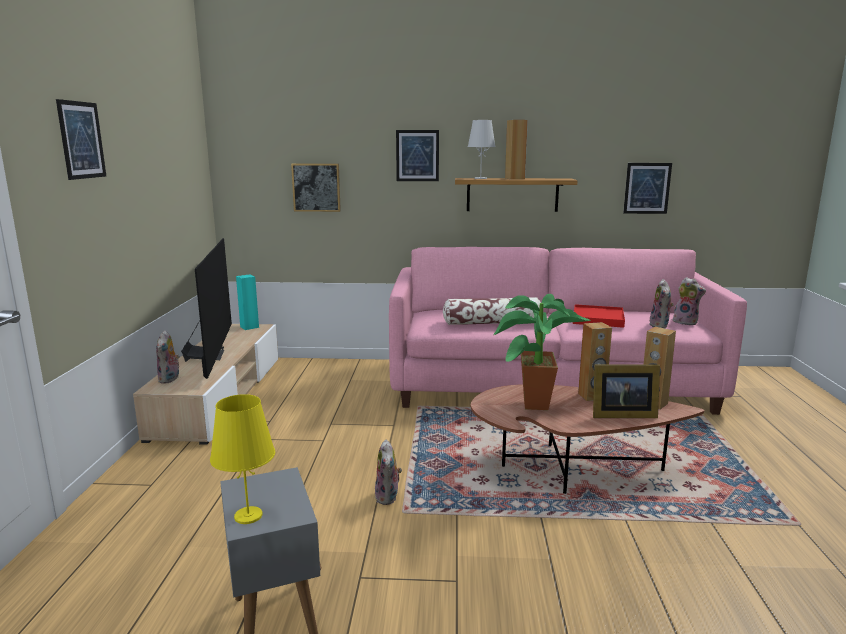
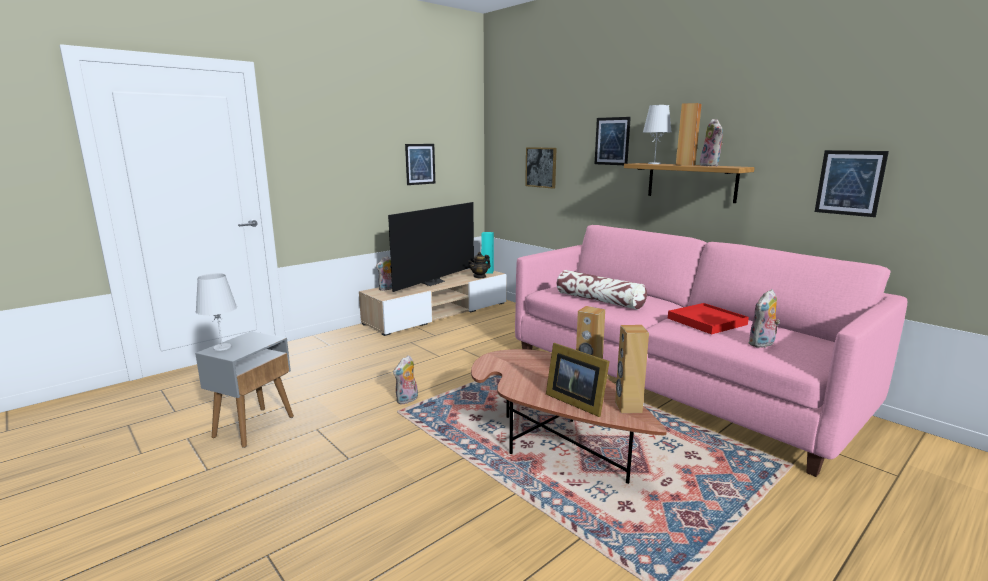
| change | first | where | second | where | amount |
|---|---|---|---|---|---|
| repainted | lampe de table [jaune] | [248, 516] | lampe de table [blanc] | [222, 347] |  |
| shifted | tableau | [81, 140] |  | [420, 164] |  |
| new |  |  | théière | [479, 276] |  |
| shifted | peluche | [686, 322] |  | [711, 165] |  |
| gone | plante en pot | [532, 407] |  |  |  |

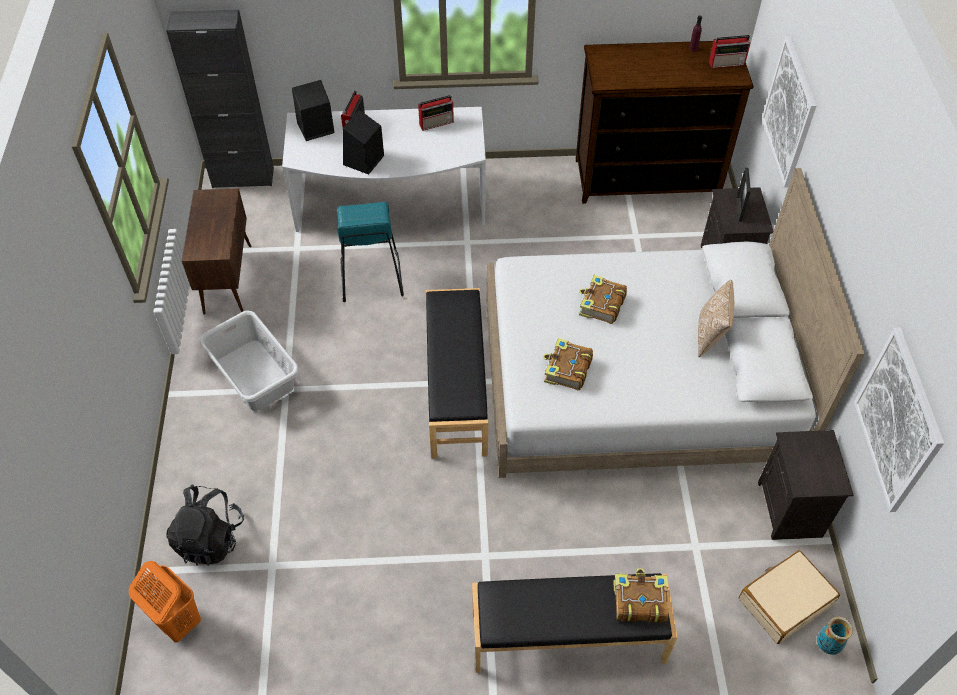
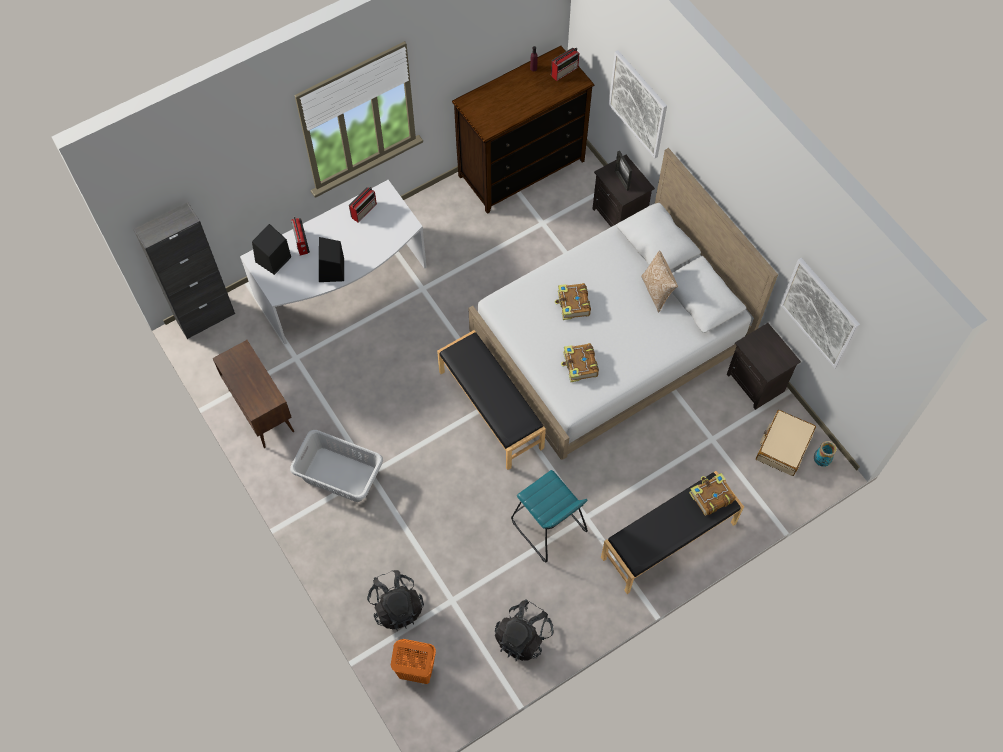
| change | first | where | second | where | amount |
|---|---|---|---|---|---|
| new |  |  | sac à dos [noir] | [523, 636] |  |
| shifted | tabouret [turquoise] | [370, 277] |  | [548, 526] |  |

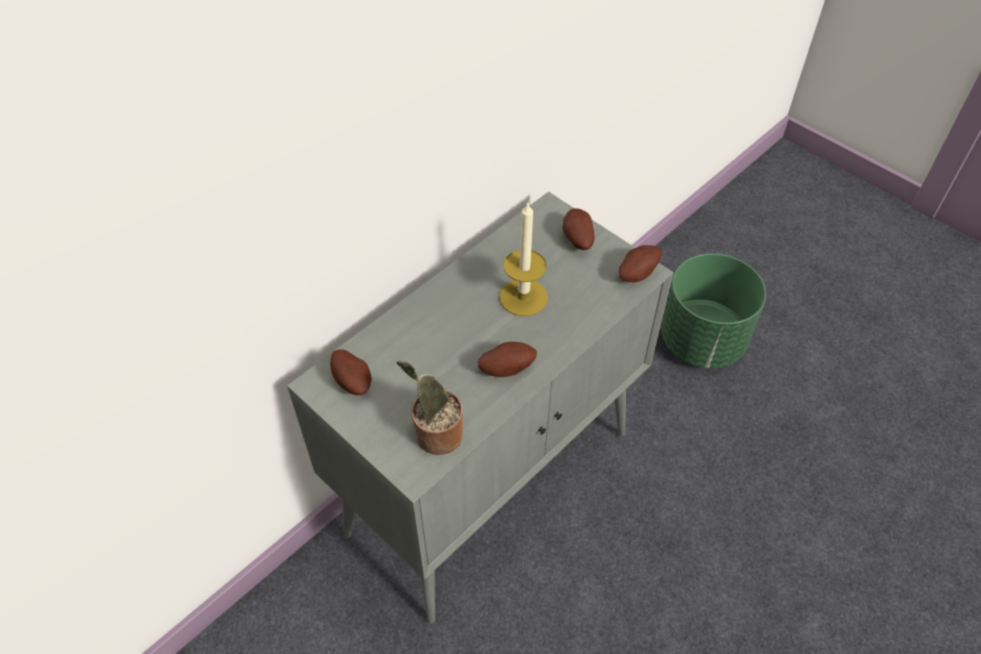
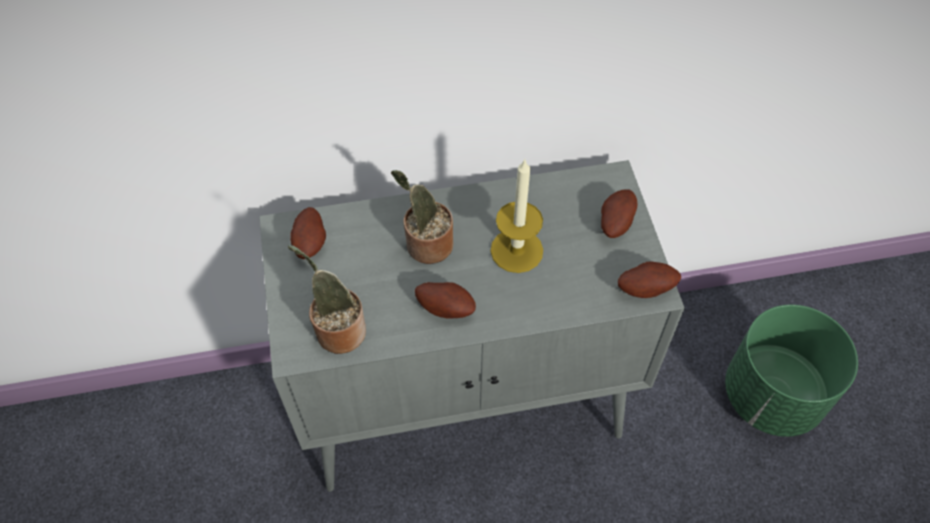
| change | first | where | second | where | amount |
|---|---|---|---|---|---|
| new |  |  | plante en pot | [426, 245] |  |

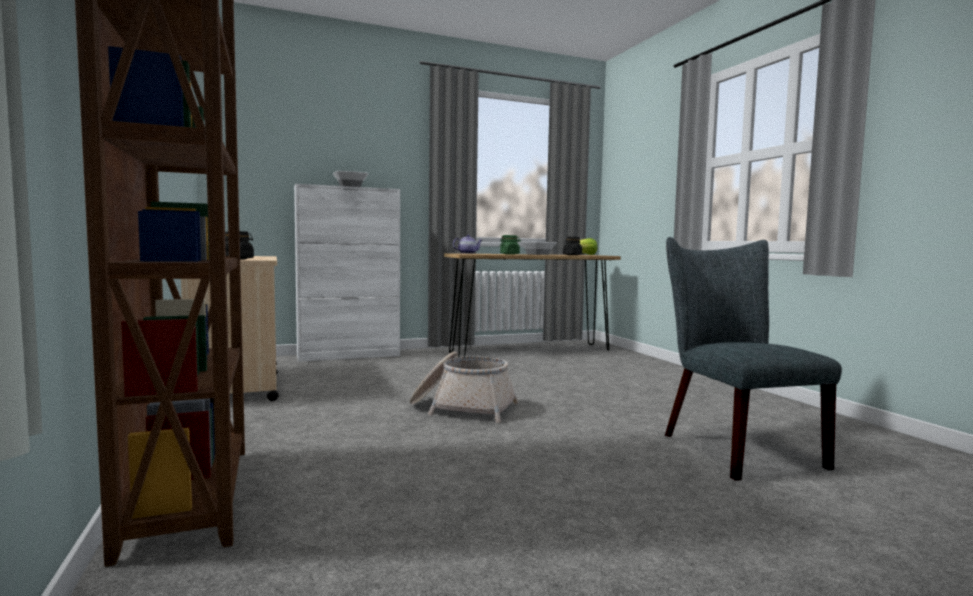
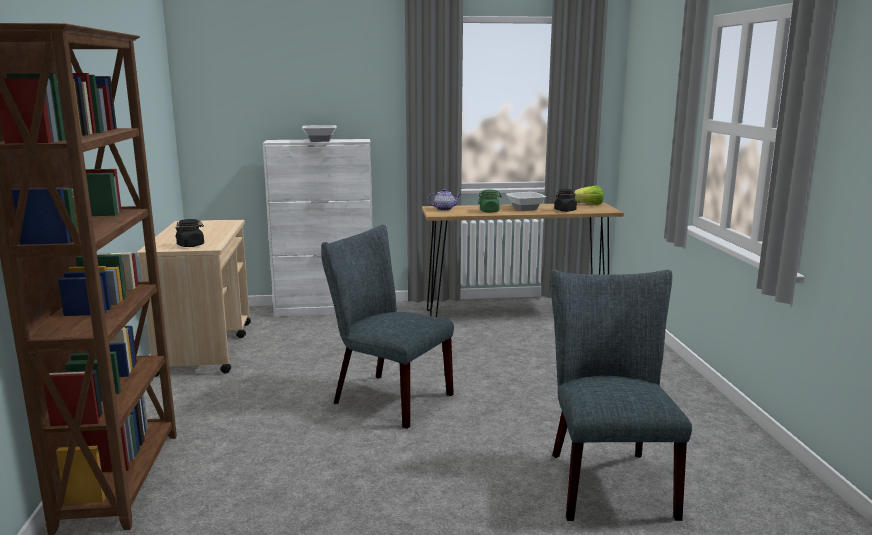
| change | first | where | second | where | amount |
|---|---|---|---|---|---|
| swapped | panier | [462, 408] | chaise [gris] | [386, 397] |  |

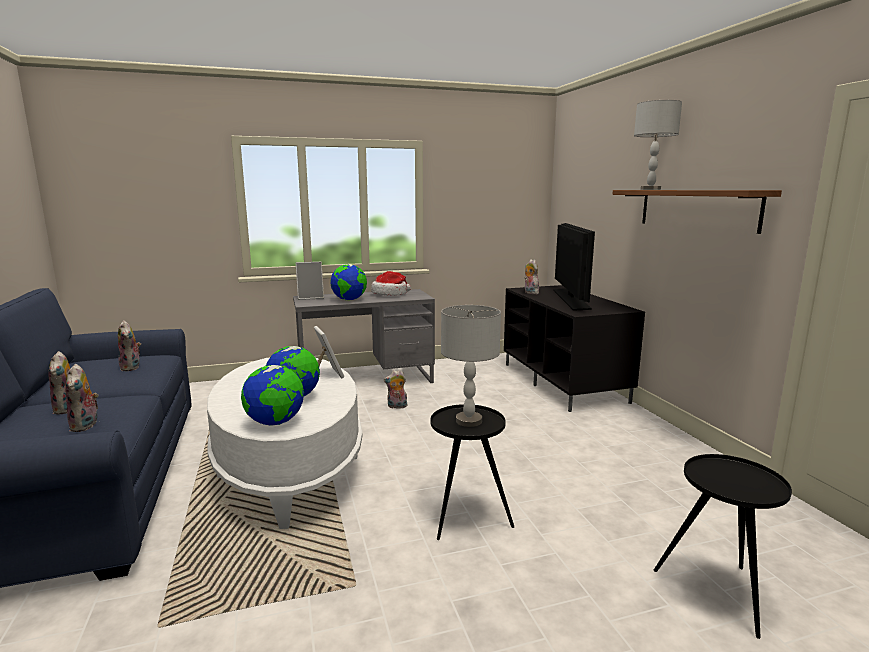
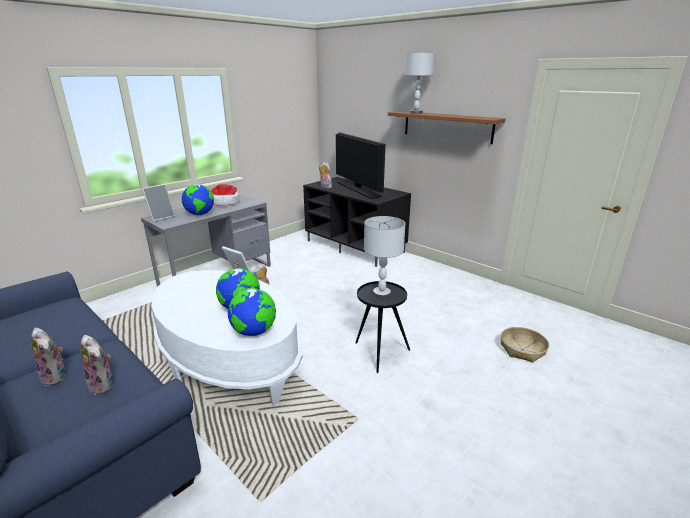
| change | first | where | second | where | amount |
|---|---|---|---|---|---|
| swapped | table d'appoint [noir] | [716, 593] | panier | [522, 349] |  |
| gone | peluche | [132, 367] |  |  |  |

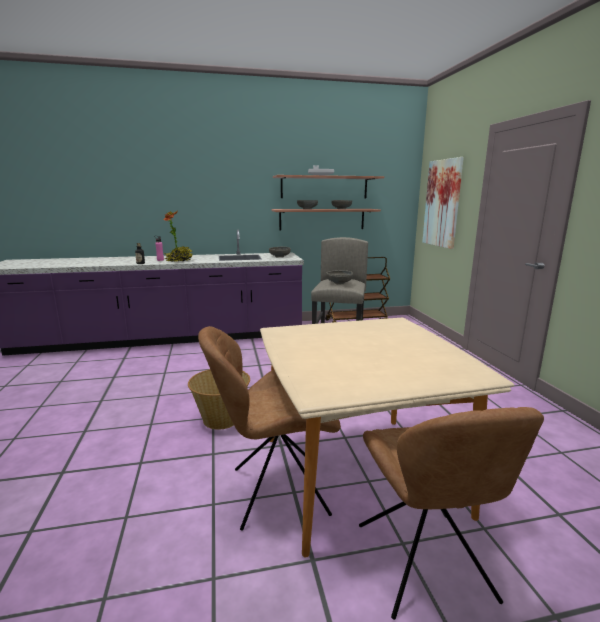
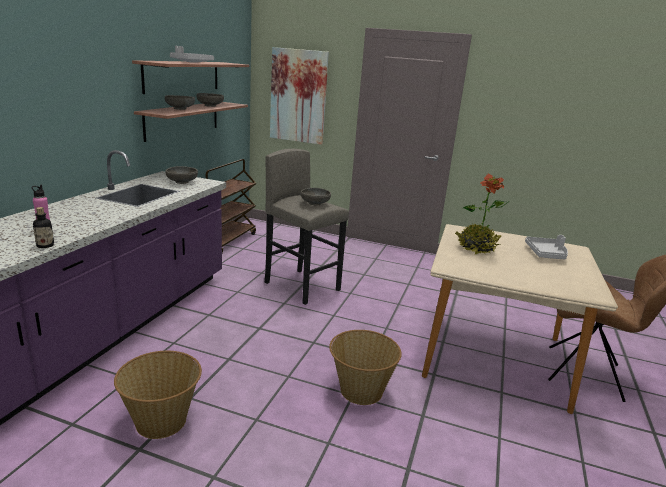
| change | first | where | second | where | amount |
|---|---|---|---|---|---|
| new |  |  | panier | [162, 420] |  |
| shifted | plante en pot | [179, 261] |  | [476, 248] |  |
| new |  |  | plateau [gris] | [546, 254] |  |
| gone | chaise [marron] | [275, 491] |  |  |  |

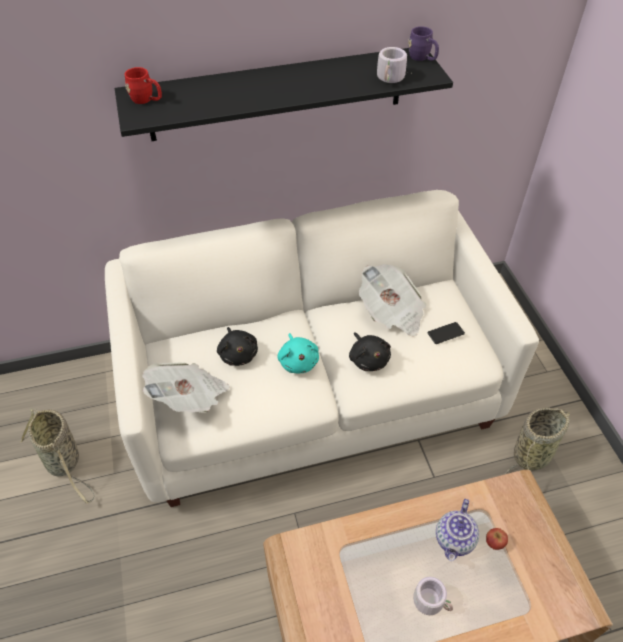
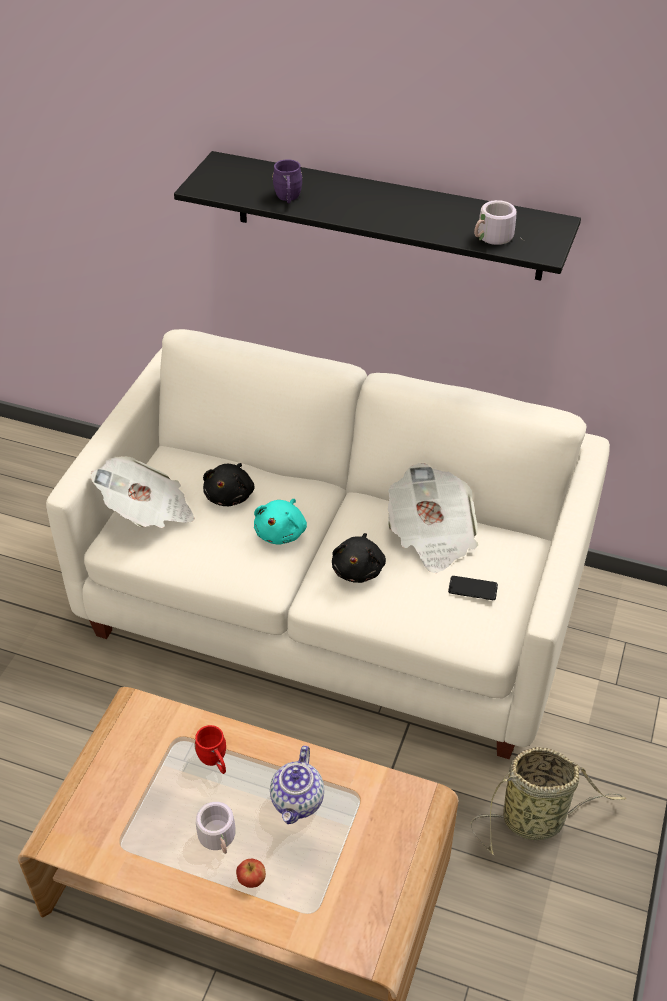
| change | first | where | second | where | amount |
|---|---|---|---|---|---|
| shifted | mug [rouge] | [146, 100] |  | [215, 761] |  |
| shifted | pomme | [494, 543] |  | [251, 880] |  |
| rotated | théière | [455, 540] |  | [298, 801] | 45 degrees counterclockwise |
| shifted | mug [violet] | [422, 58] |  | [288, 198] |  |
| gone | panier | [65, 462] |  |  |  |

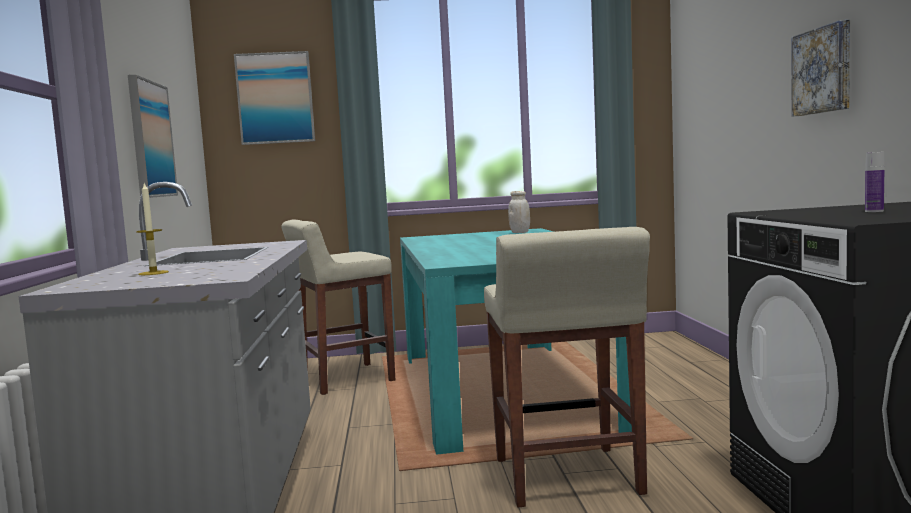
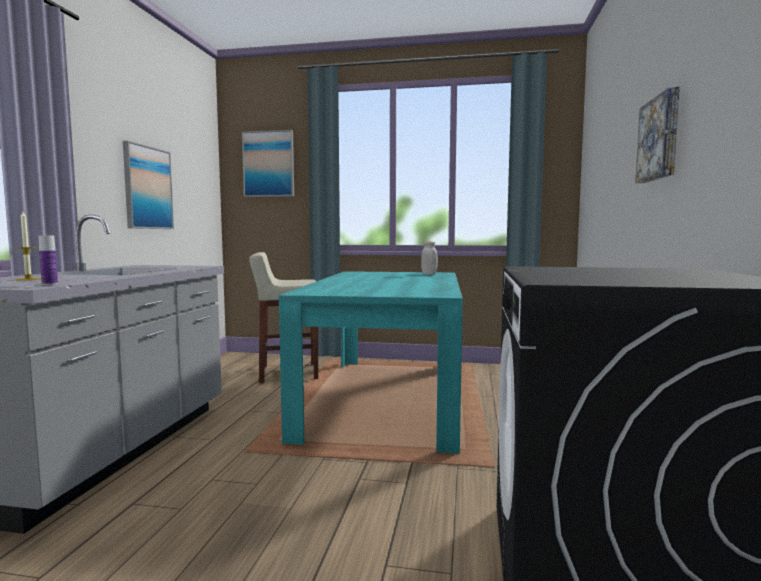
| change | first | where | second | where | amount |
|---|---|---|---|---|---|
| shifted | bouteille | [874, 211] |  | [50, 284] |  |
| gone | tabouret [beige] | [567, 477] |  |  |  |

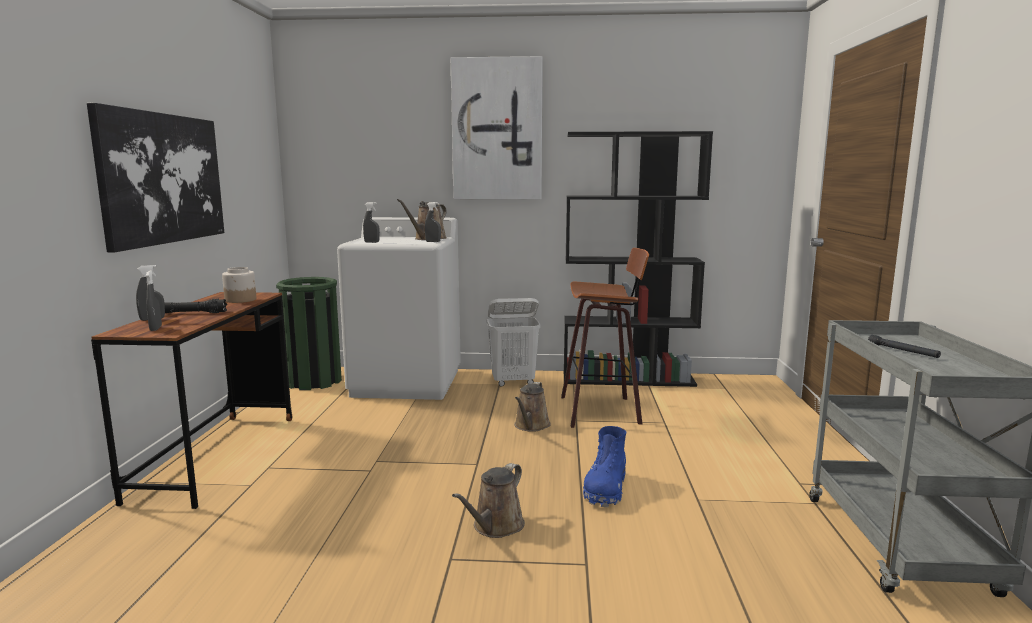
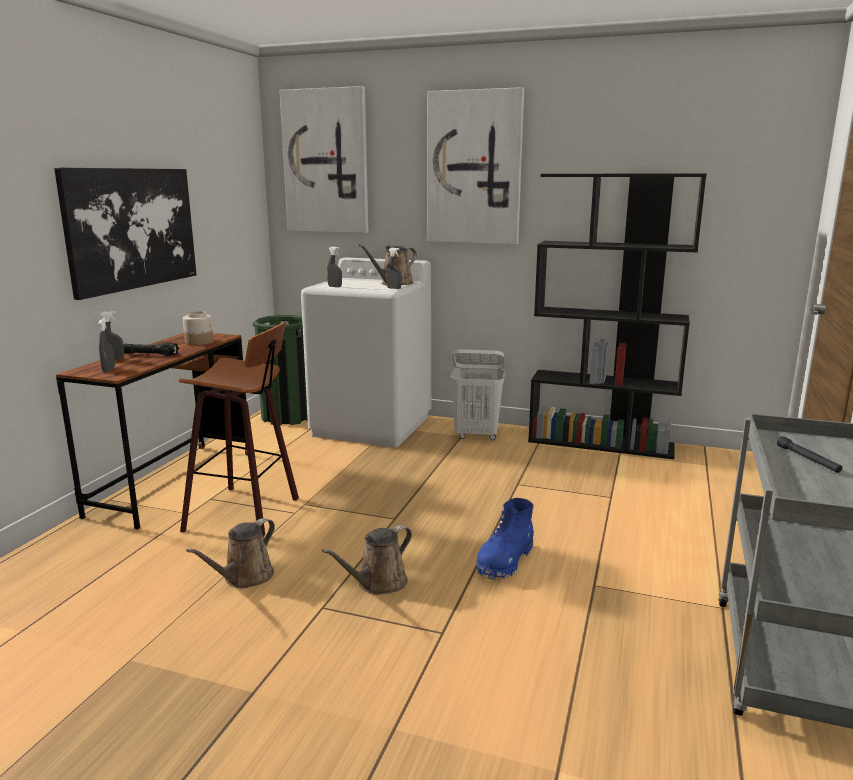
| change | first | where | second | where | amount |
|---|---|---|---|---|---|
| shifted | tabouret | [602, 410] |  | [247, 512] |  |
| shifted | arrosoir [marron] | [531, 426] |  | [245, 578] |  |
| new |  |  | tableau | [326, 162] |  |

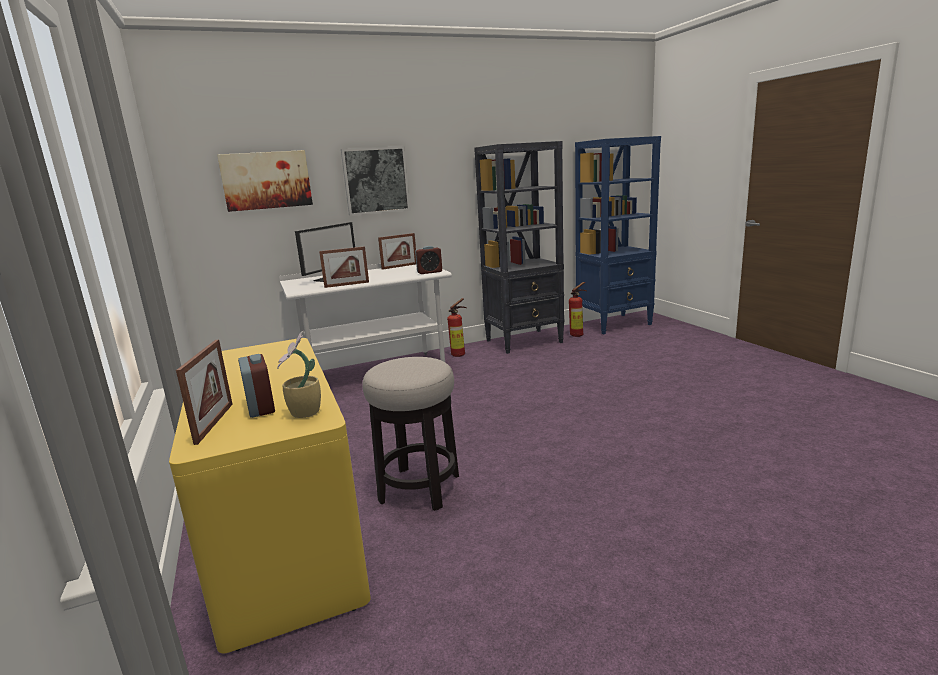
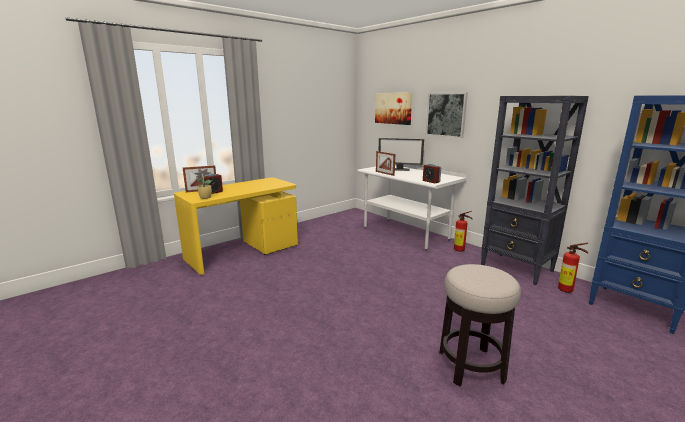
| change | first | where | second | where | amount |
|---|---|---|---|---|---|
| shifted | tabouret | [419, 488] |  | [471, 366] |  |
| gone | cadre photo | [399, 266] |  |  |  |

